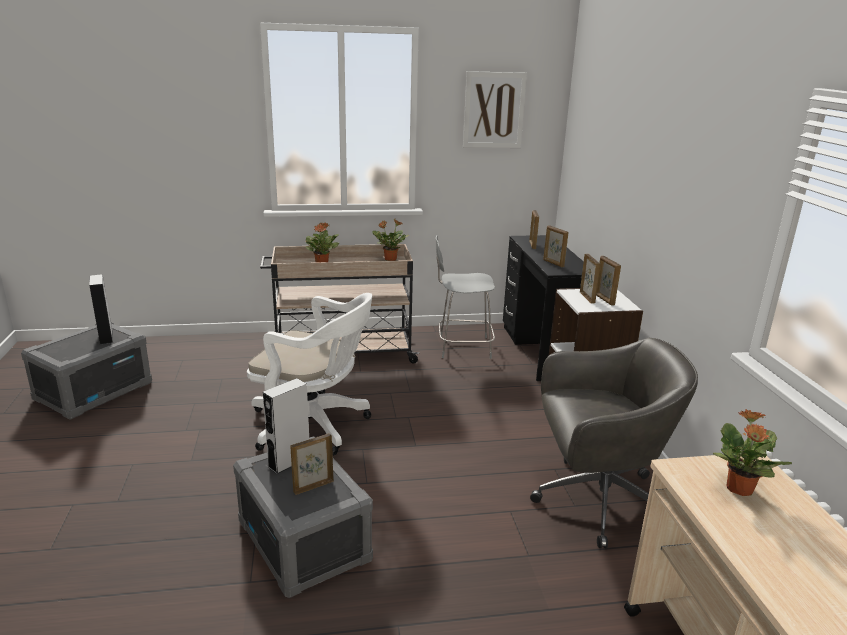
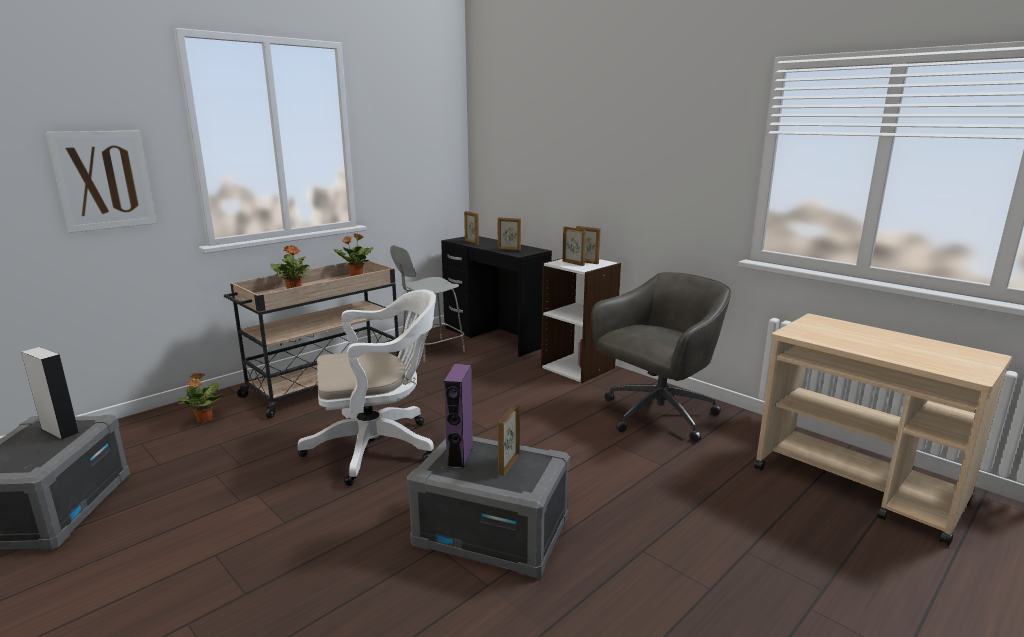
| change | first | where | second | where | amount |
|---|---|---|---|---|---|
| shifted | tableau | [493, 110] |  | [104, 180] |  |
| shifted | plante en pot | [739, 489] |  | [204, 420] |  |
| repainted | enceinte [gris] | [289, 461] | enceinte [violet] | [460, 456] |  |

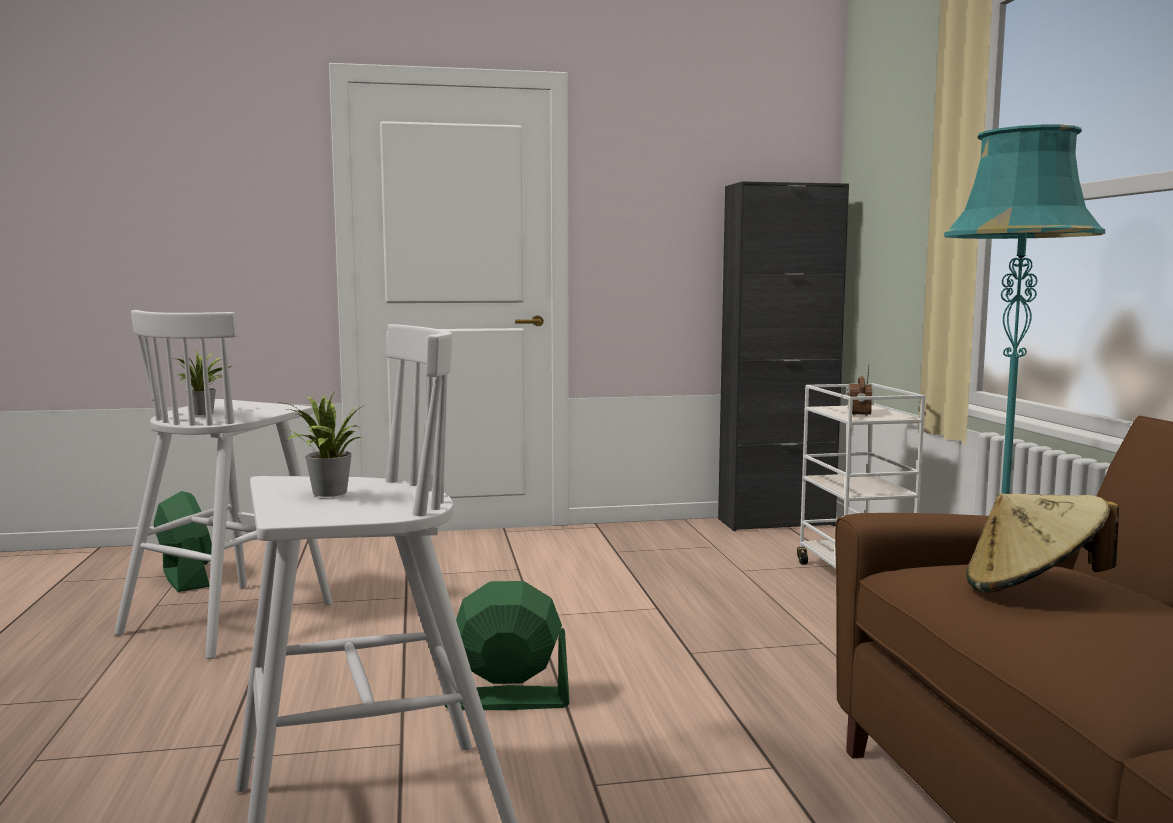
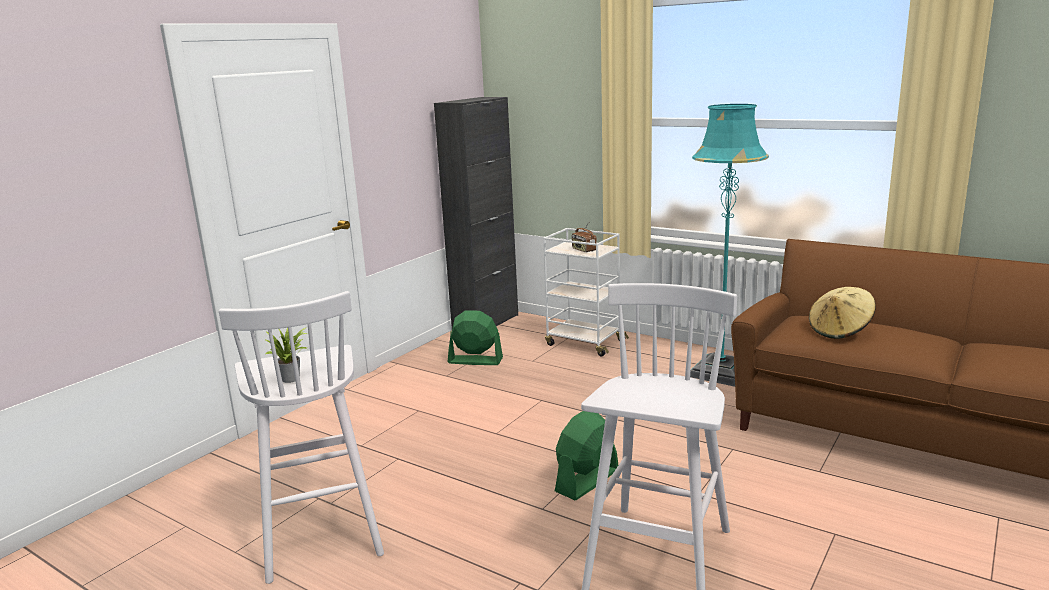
| change | first | where | second | where | amount |
|---|---|---|---|---|---|
| shifted | ventilateur [vert] | [185, 578] |  | [475, 360] |  |
| gone | plante en pot | [325, 493] |  |  |  |

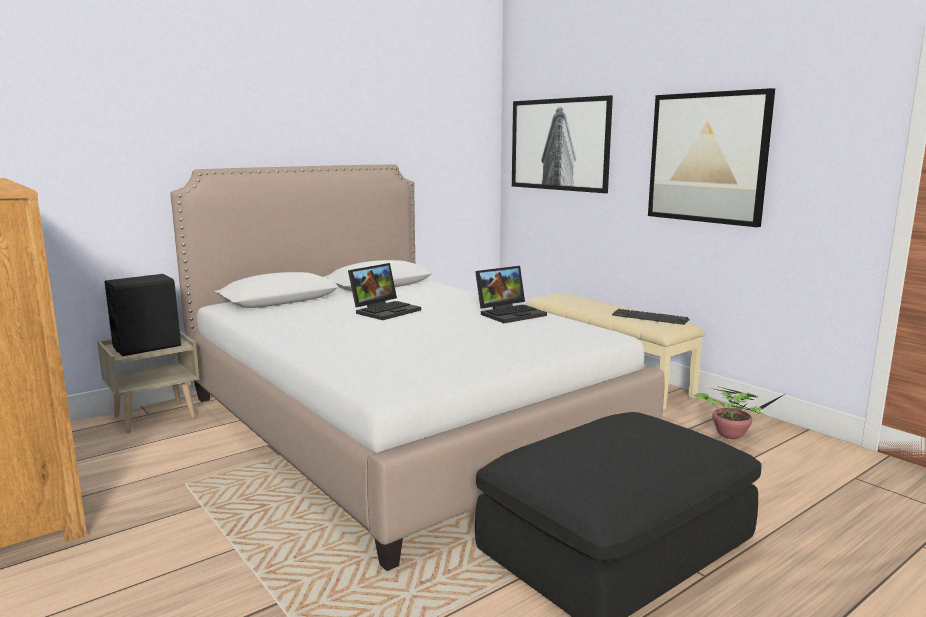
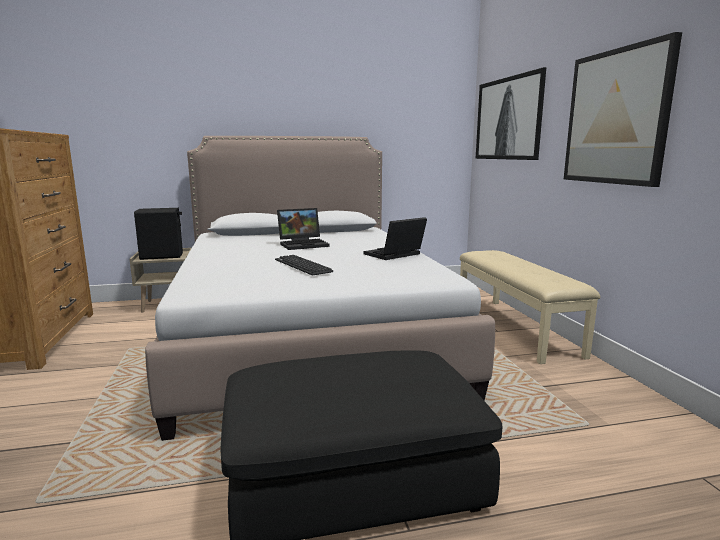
| change | first | where | second | where | amount |
|---|---|---|---|---|---|
| shifted | clavier | [650, 318] |  | [302, 266] |  |
| rotated | ordinateur portable | [510, 313] |  | [394, 255] | 150 degrees clockwise |
| gone | plante en pot | [732, 435] |  |  |  |

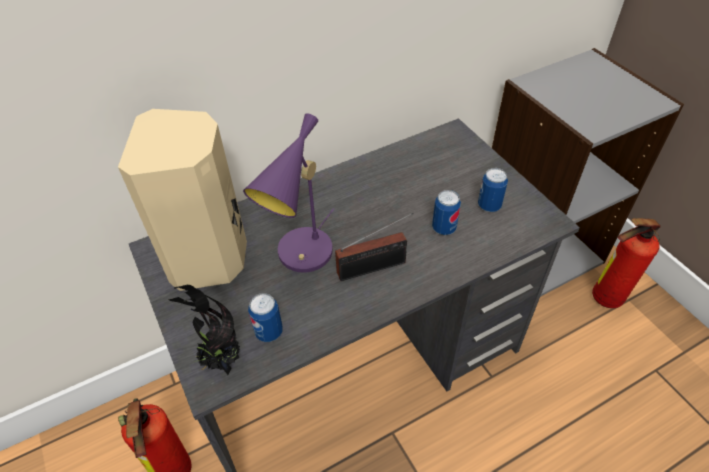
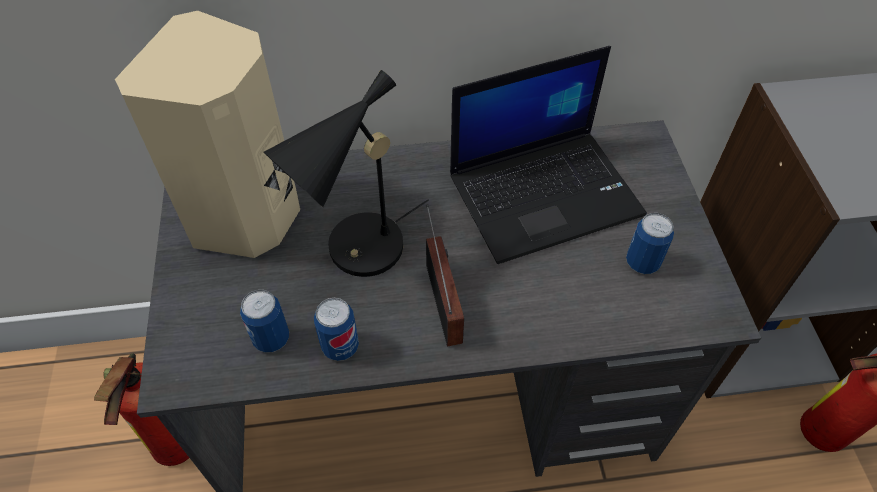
| change | first | where | second | where | amount |
|---|---|---|---|---|---|
| repainted | lampe de table [violet] | [302, 258] | lampe de table [noir] | [358, 254] |  |
| shifted | boîte métallique | [444, 228] |  | [340, 346] |  |
| rotated | radio | [375, 267] |  | [443, 299] | 105 degrees counterclockwise |
| new |  |  | ordinateur portable | [546, 193] |  |
| gone | plante en pot | [219, 360] |  |  |  |

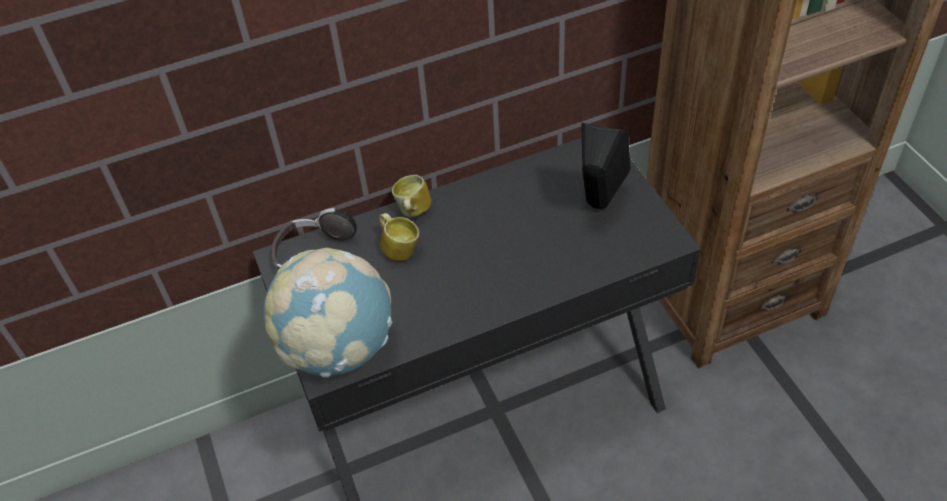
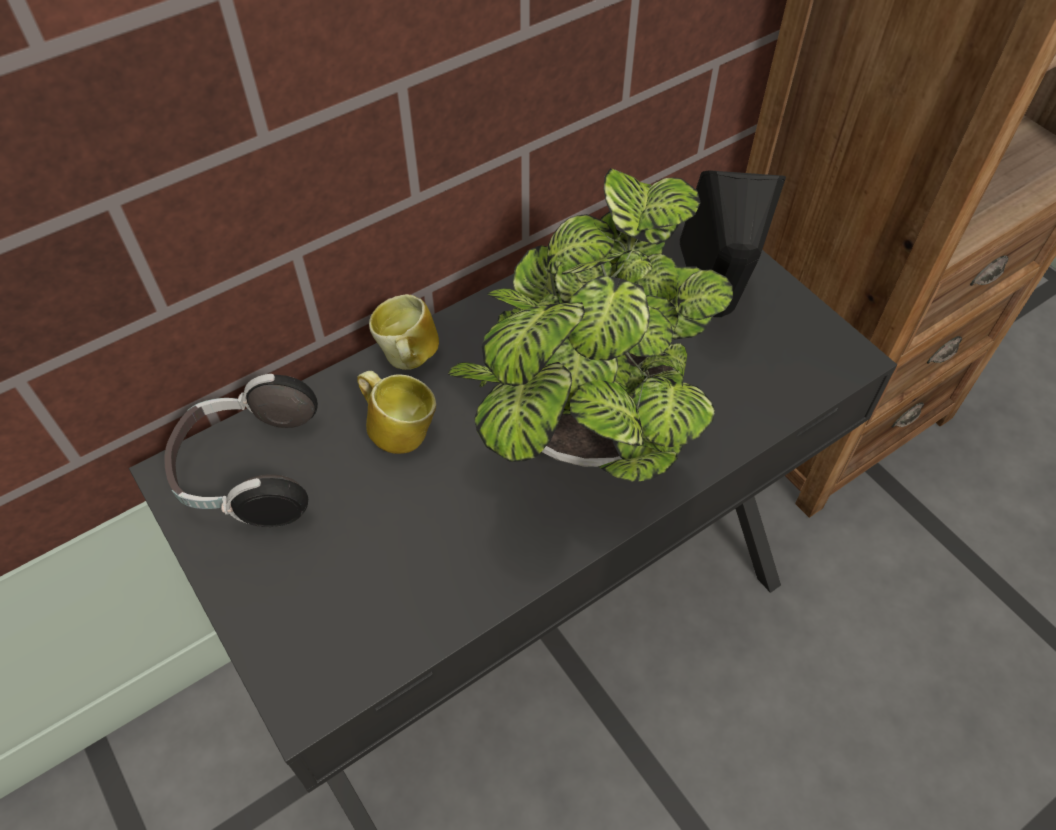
| change | first | where | second | where | amount |
|---|---|---|---|---|---|
| new |  |  | plante en pot | [584, 438] |  |
| gone | globe | [338, 348] |  |  |  |

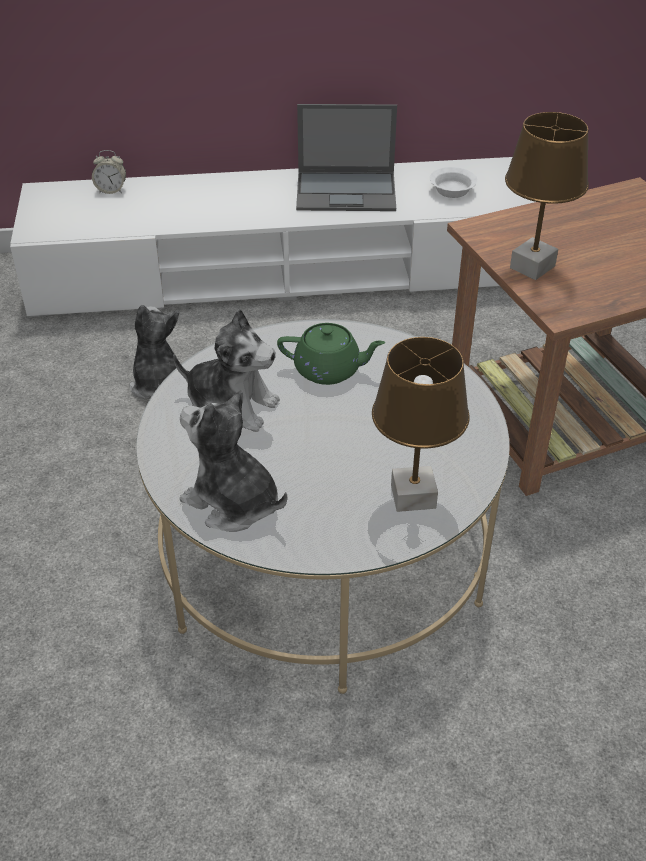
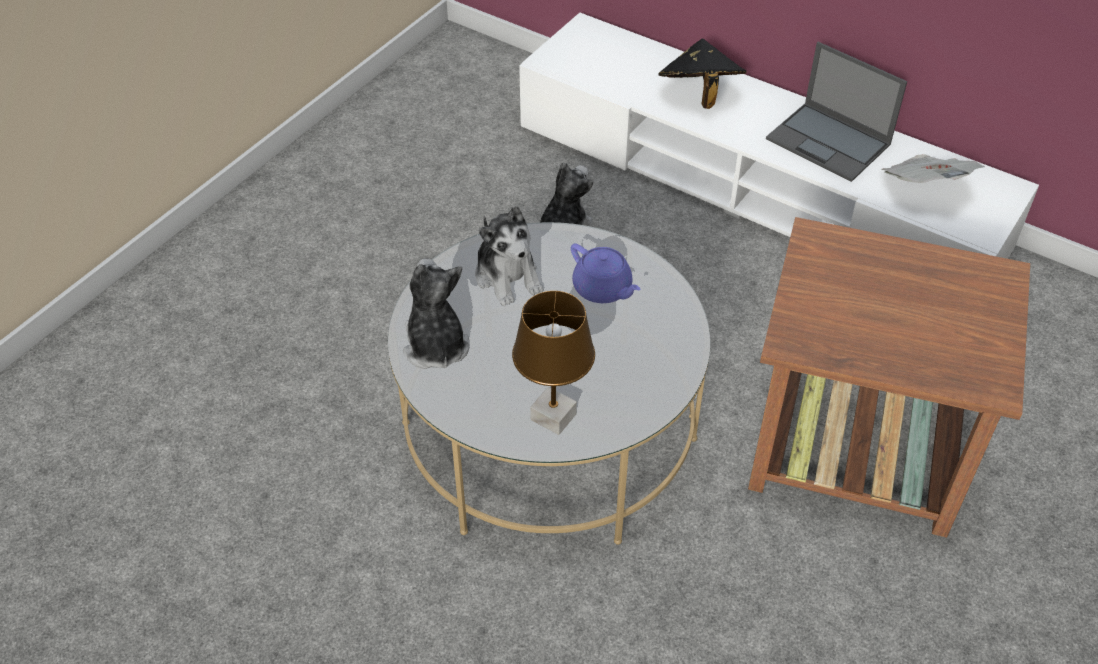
| change | first | where | second | where | amount |
|---|---|---|---|---|---|
| repainted | théière [vert] | [329, 370] | théière [violet] | [603, 289] |  |
| new |  |  | chapeau [noir] | [699, 96] |  |
| swapped | bol [blanc] | [451, 191] | journal | [925, 187] |  |
| gone | réveil | [111, 190] |  |  |  |
| gone | lampe de table [marron] | [532, 267] |  |  |  |

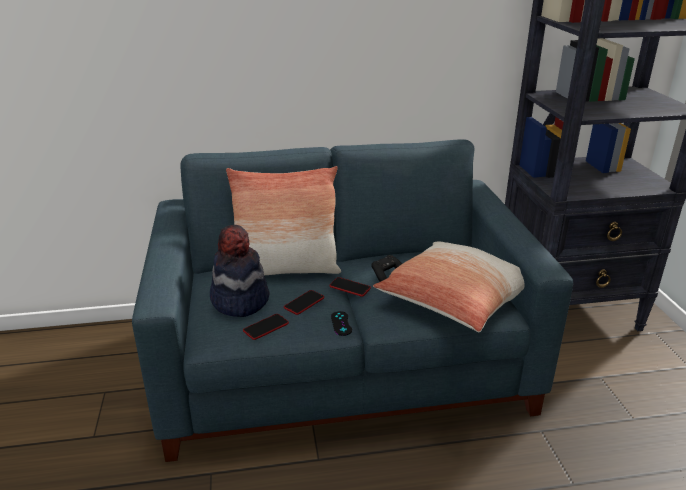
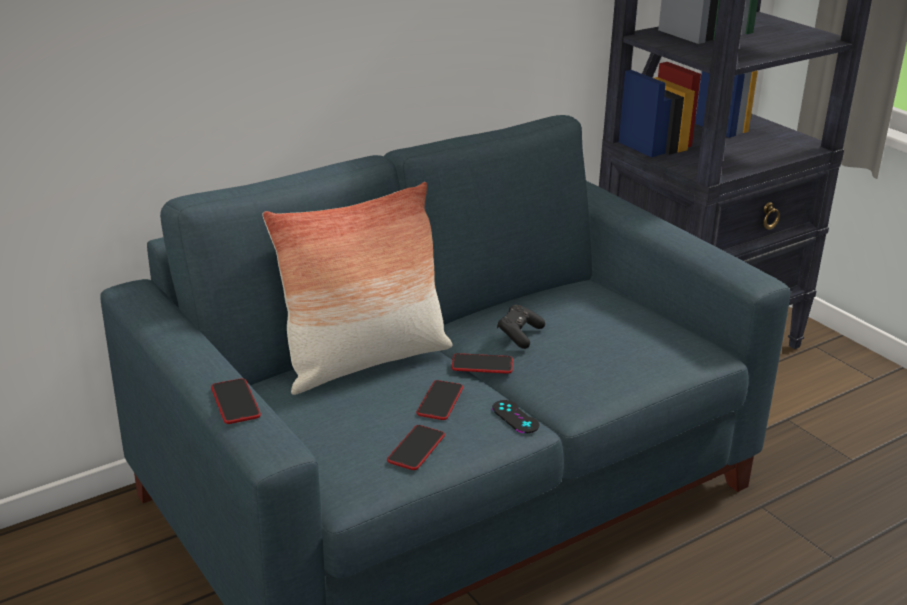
| change | first | where | second | where | amount |
|---|---|---|---|---|---|
| new |  |  | téléphone | [235, 402] |  |
| gone | chapeau | [239, 300] |  |  |  |
| gone | coussin | [453, 302] |  |  |  |

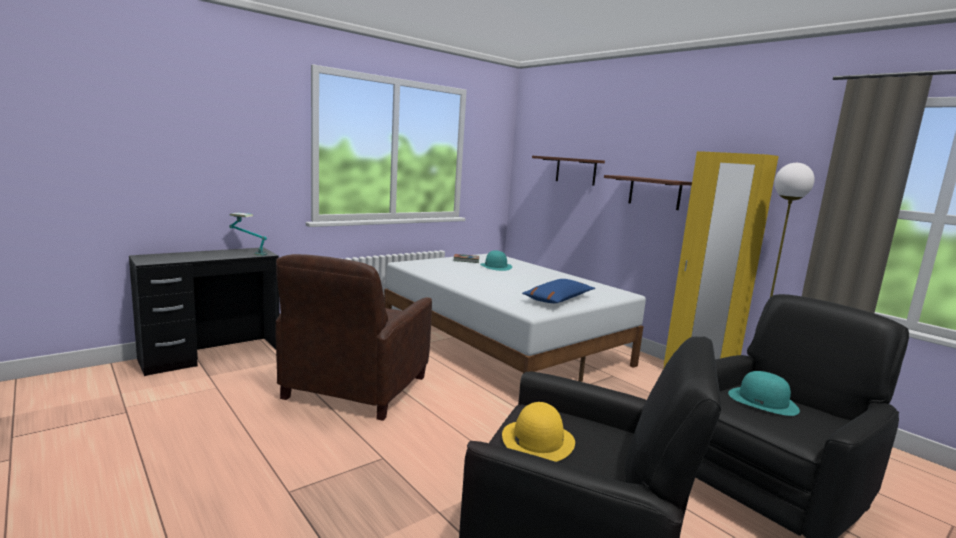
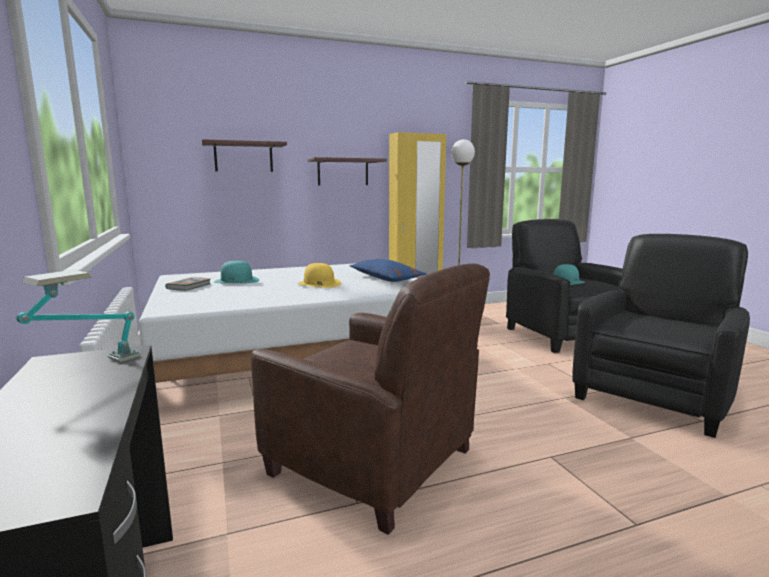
| change | first | where | second | where | amount |
|---|---|---|---|---|---|
| shifted | chapeau [jaune] | [537, 440] |  | [319, 283] |  |

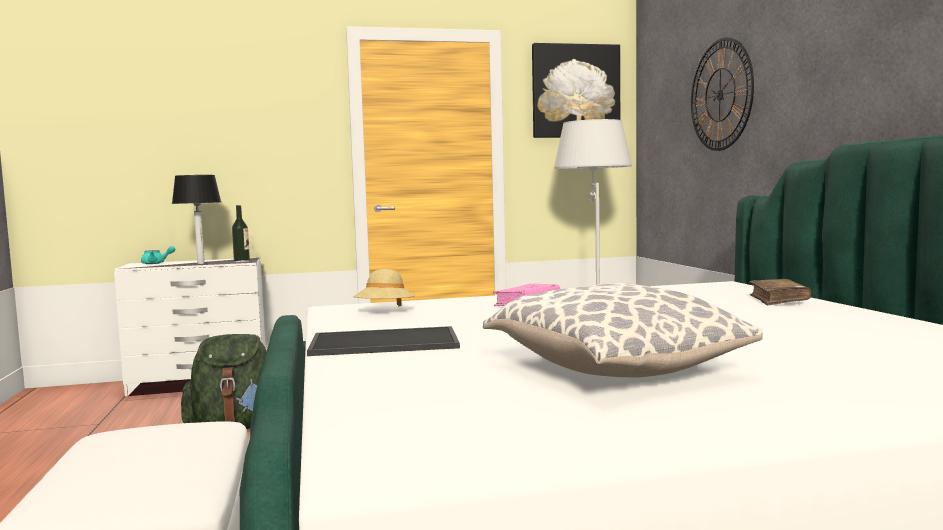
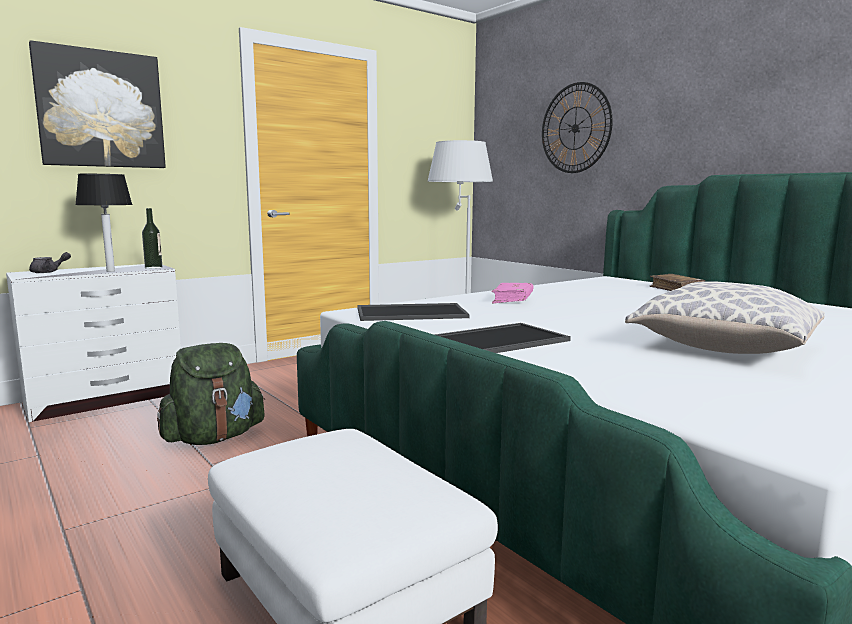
| change | first | where | second | where | amount |
|---|---|---|---|---|---|
| shifted | tableau | [575, 91] |  | [101, 109] |  |
| repainted | théière [turquoise] | [156, 263] | théière [gris] | [49, 272] |  |
| swapped | chapeau [beige] | [385, 311] | plateau | [412, 312] |  |

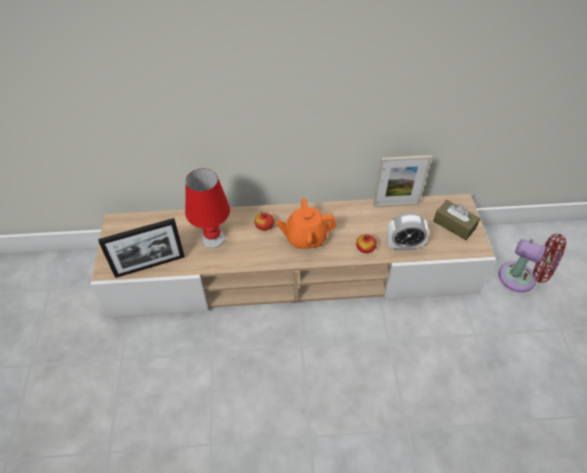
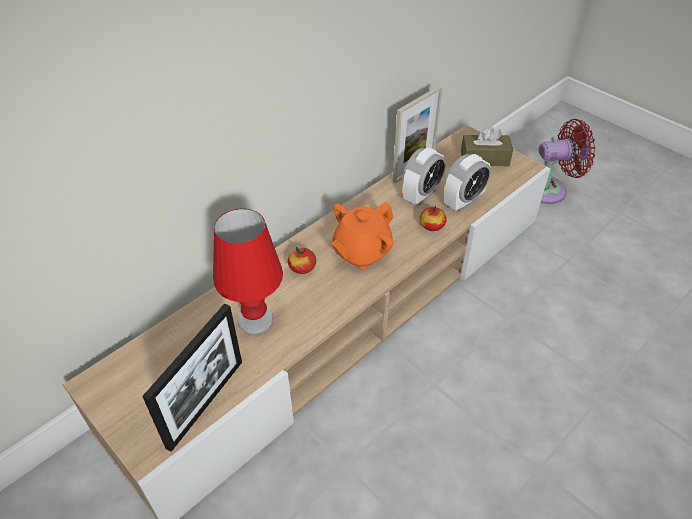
| change | first | where | second | where | amount |
|---|---|---|---|---|---|
| new |  |  | réveil | [421, 195] |  |

